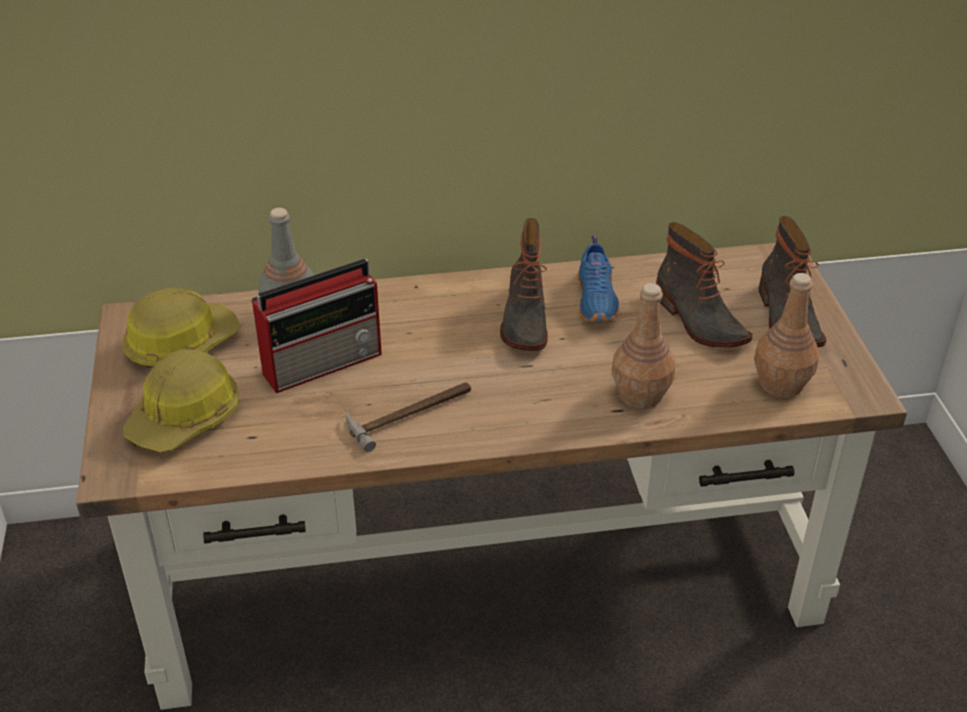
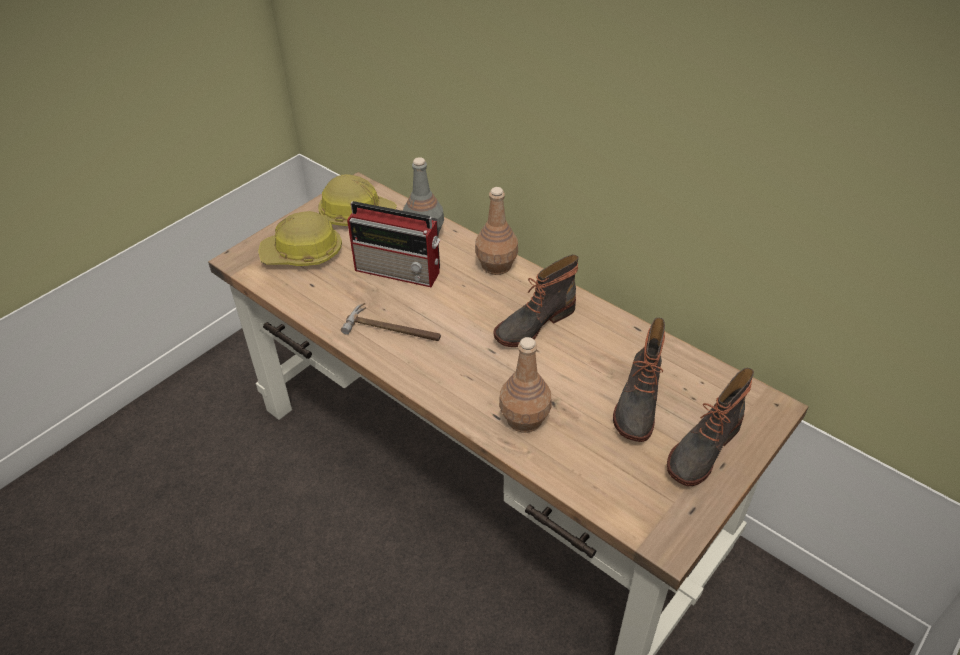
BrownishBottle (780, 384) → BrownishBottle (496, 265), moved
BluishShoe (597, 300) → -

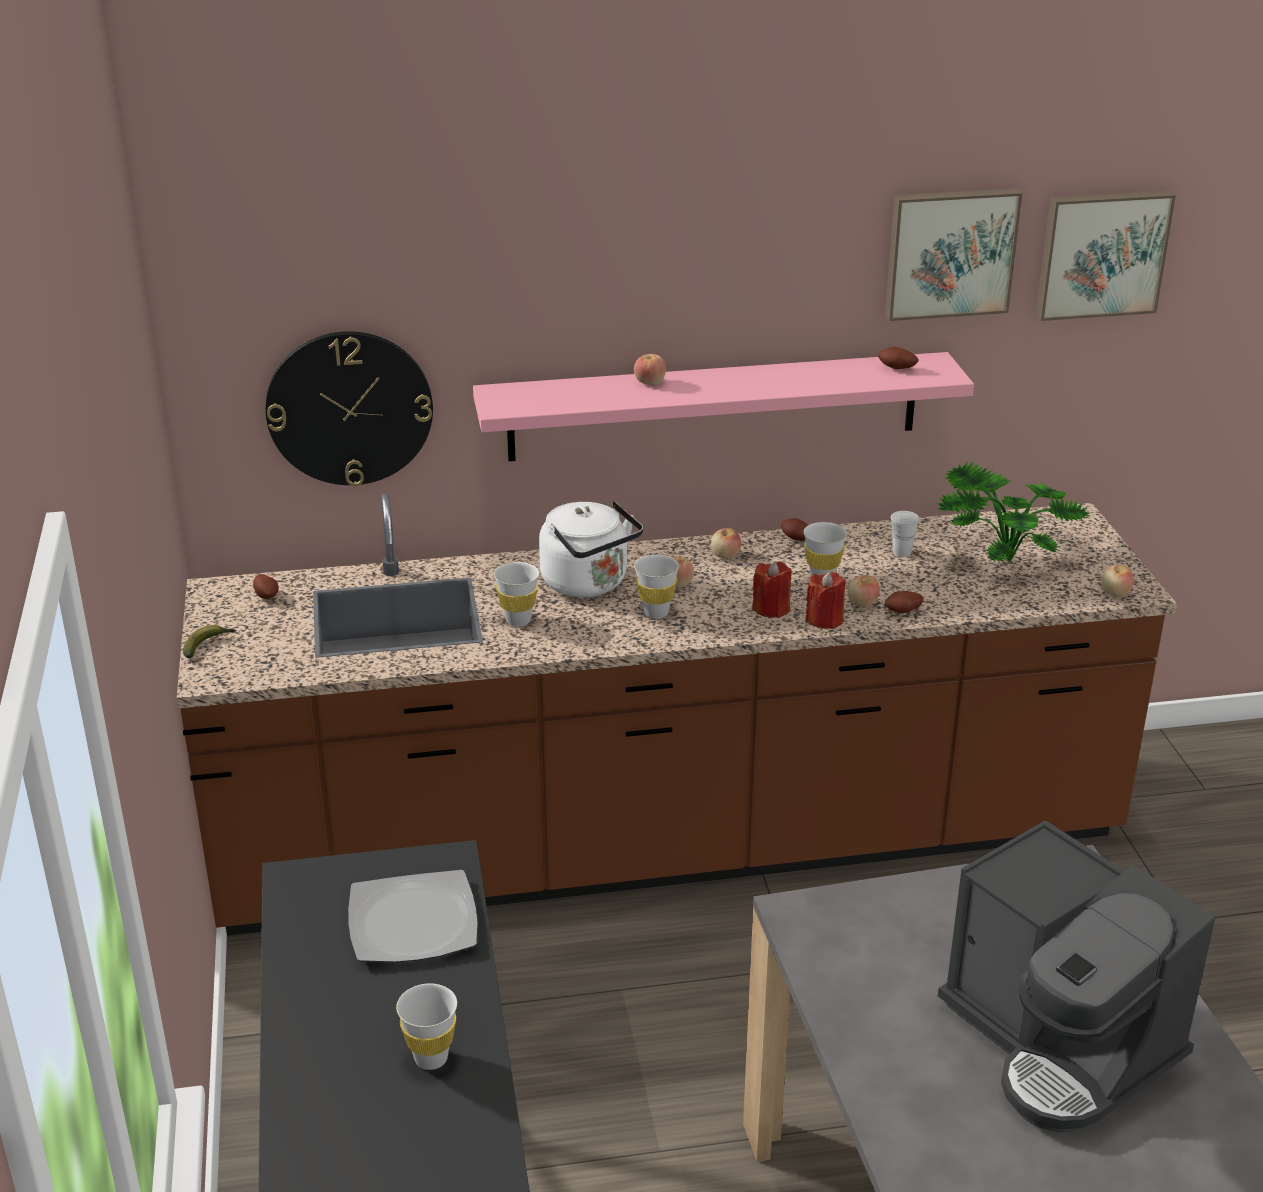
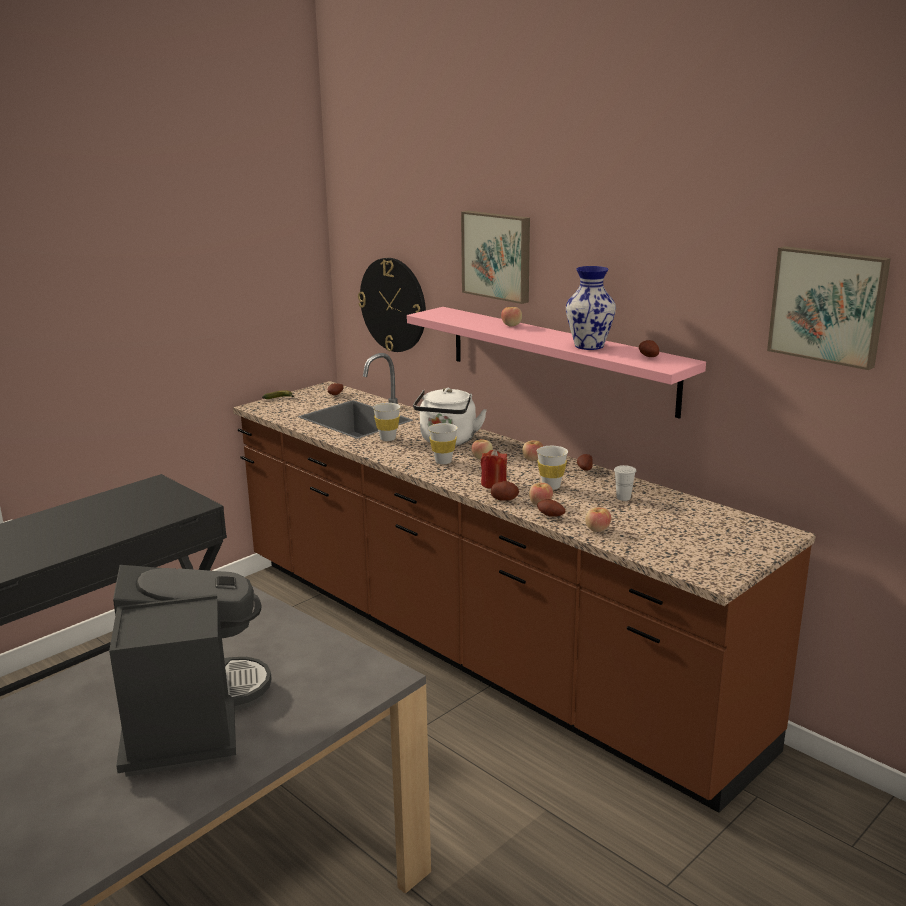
CoffeeMaker (1059, 1043) → CoffeeMaker (189, 718), 150 degrees clockwise
WallArt (949, 252) → WallArt (498, 255), moved
RedWaxLight (824, 619) → Spud (504, 499)
- → DecorativeVase (590, 346)
WholeApple (1115, 593) → WholeApple (597, 529), moved
Plate (414, 923) → -
WhiteColouredCup (431, 1058) → -
PlantInAPot (1001, 557) → -

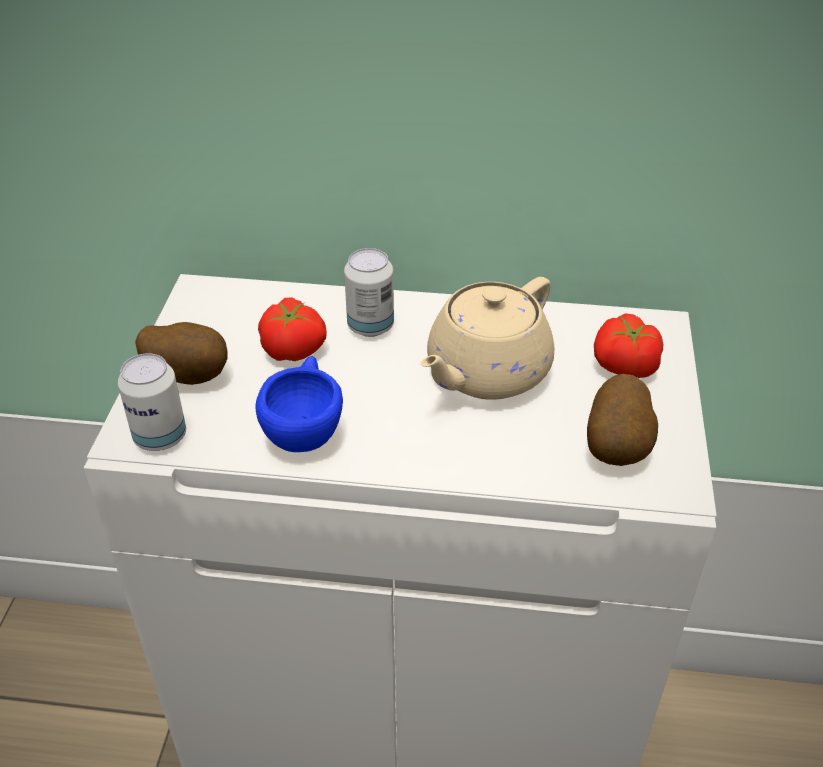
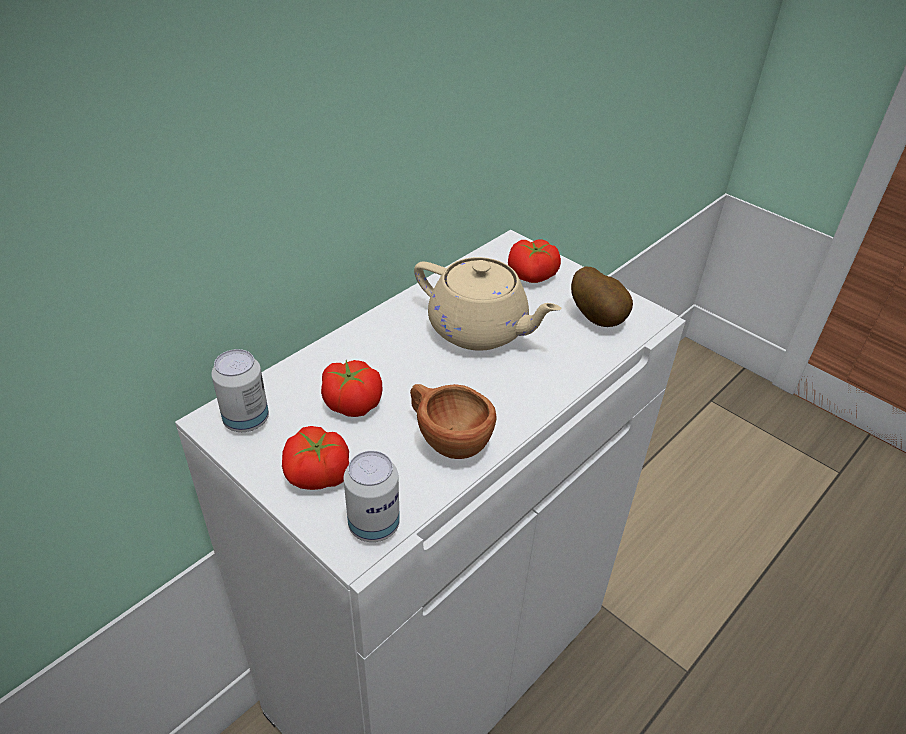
SealedCan (370, 326) → SealedCan (246, 420), moved
Spud (189, 375) → FreshTomato (318, 474)
BluishCup (305, 427) → BrownishCup (446, 438)
BeigeColouredTeaPot (486, 372) → BeigeColouredTeaPot (480, 329), 45 degrees counterclockwise

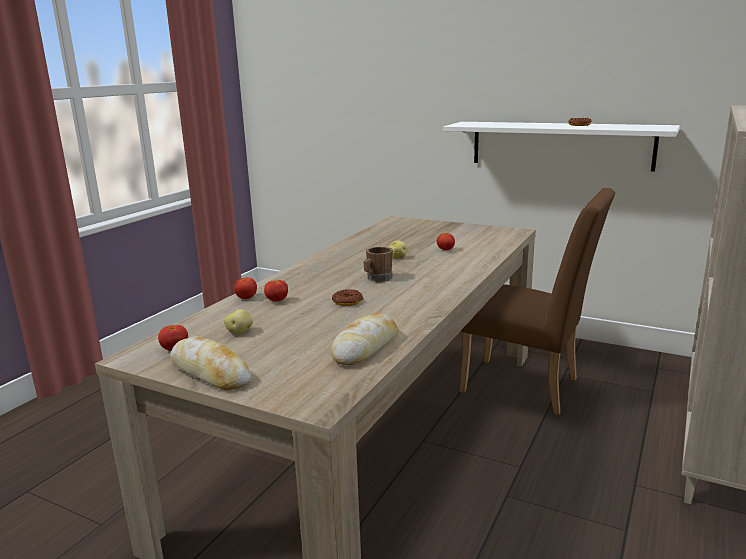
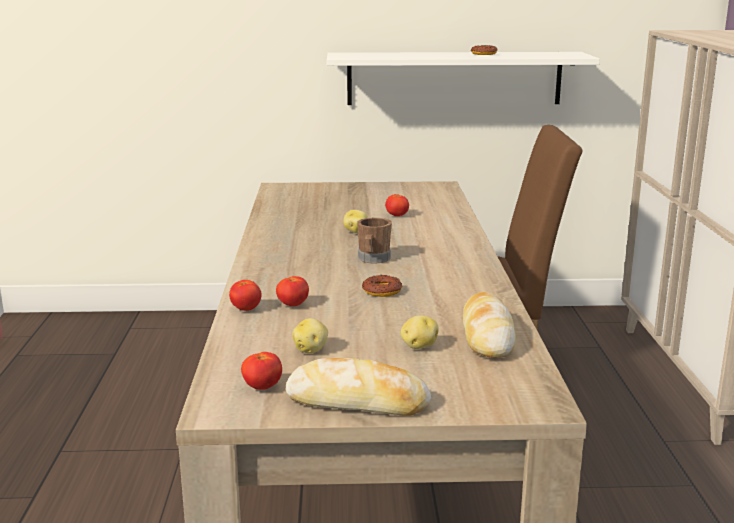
- → Spud (419, 346)

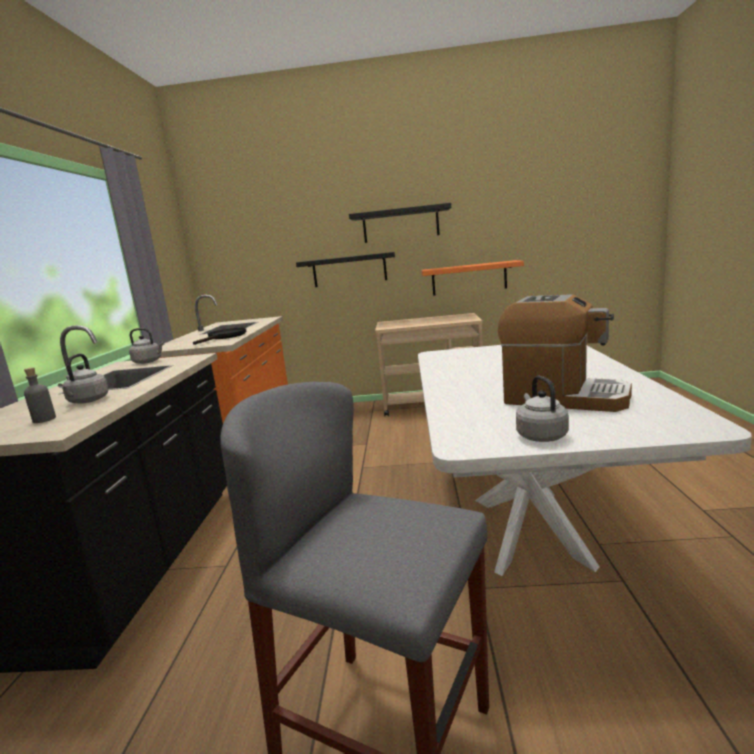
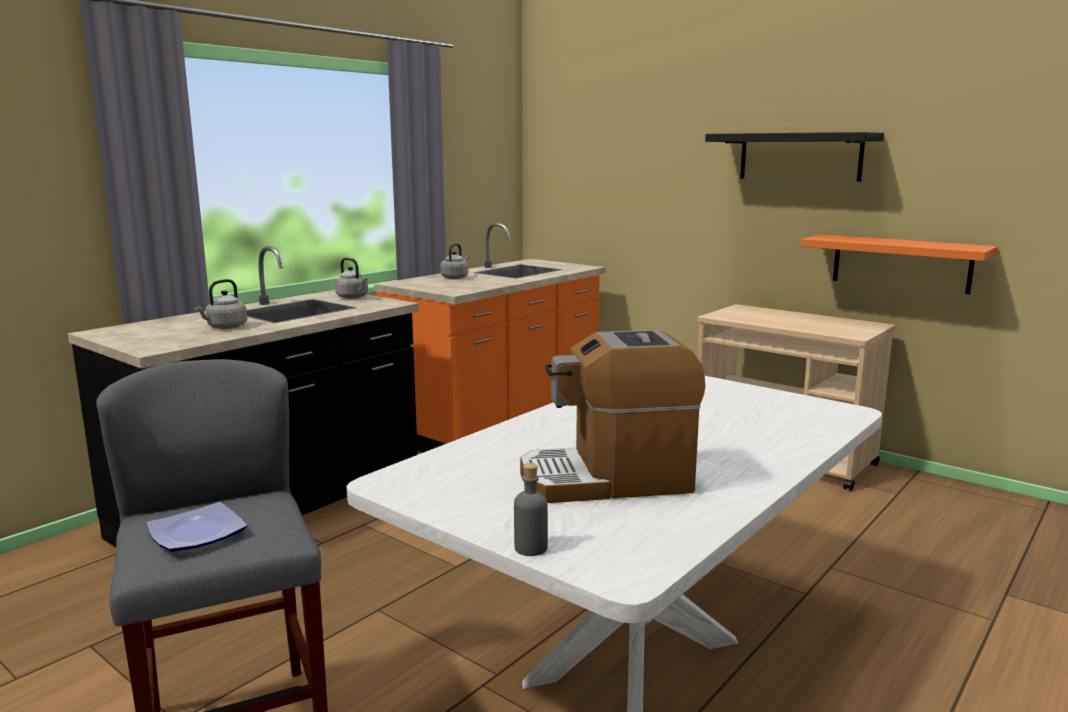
- → Plate (196, 534)
GrayTeaKettle (540, 435) → GrayTeaKettle (455, 277), moved
GrayBottle (44, 419) → GrayBottle (530, 548), moved
CoffeeMaker (563, 397) → CoffeeMaker (608, 479), 105 degrees clockwise
BlackPan (224, 337) → -
BlackBracketShelf (349, 270) → -

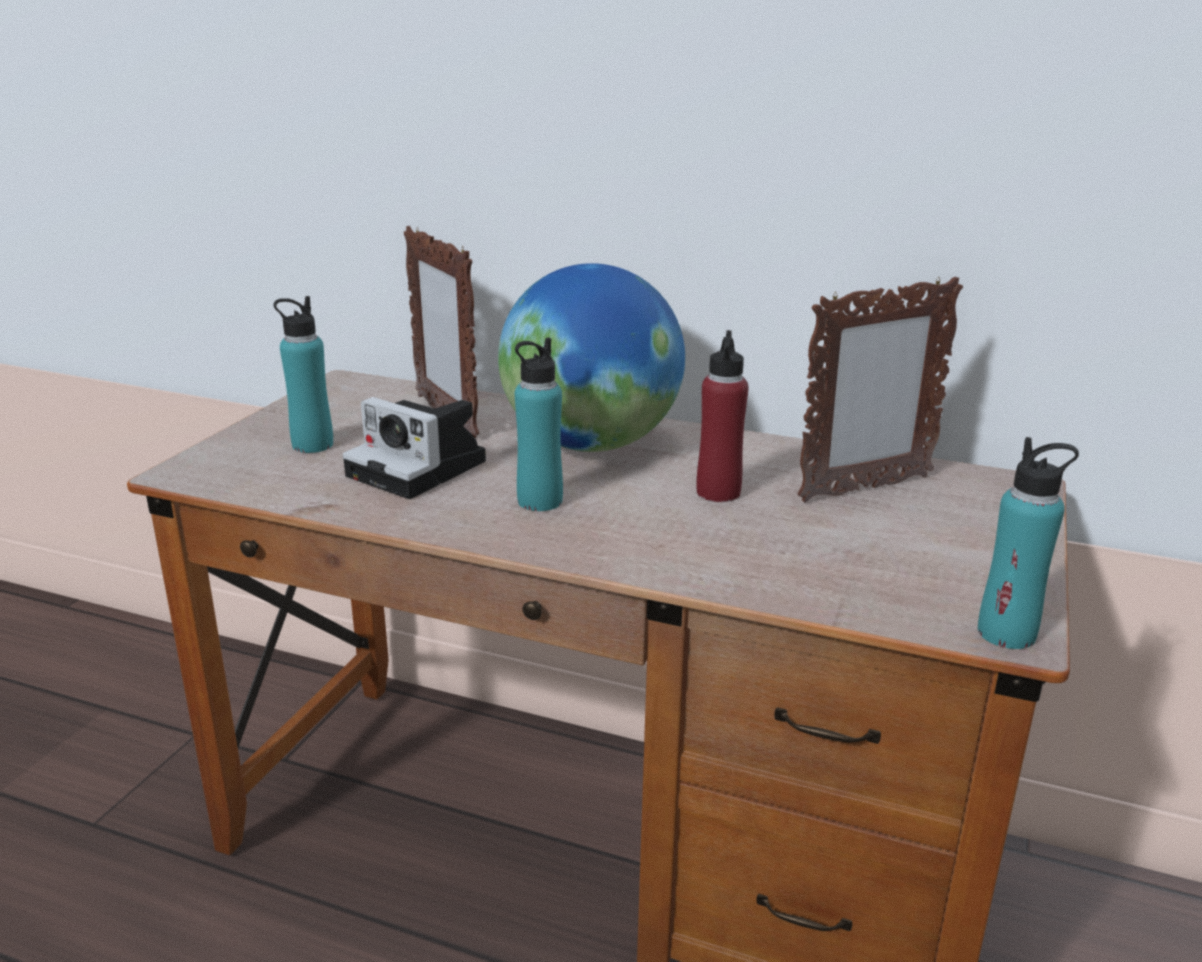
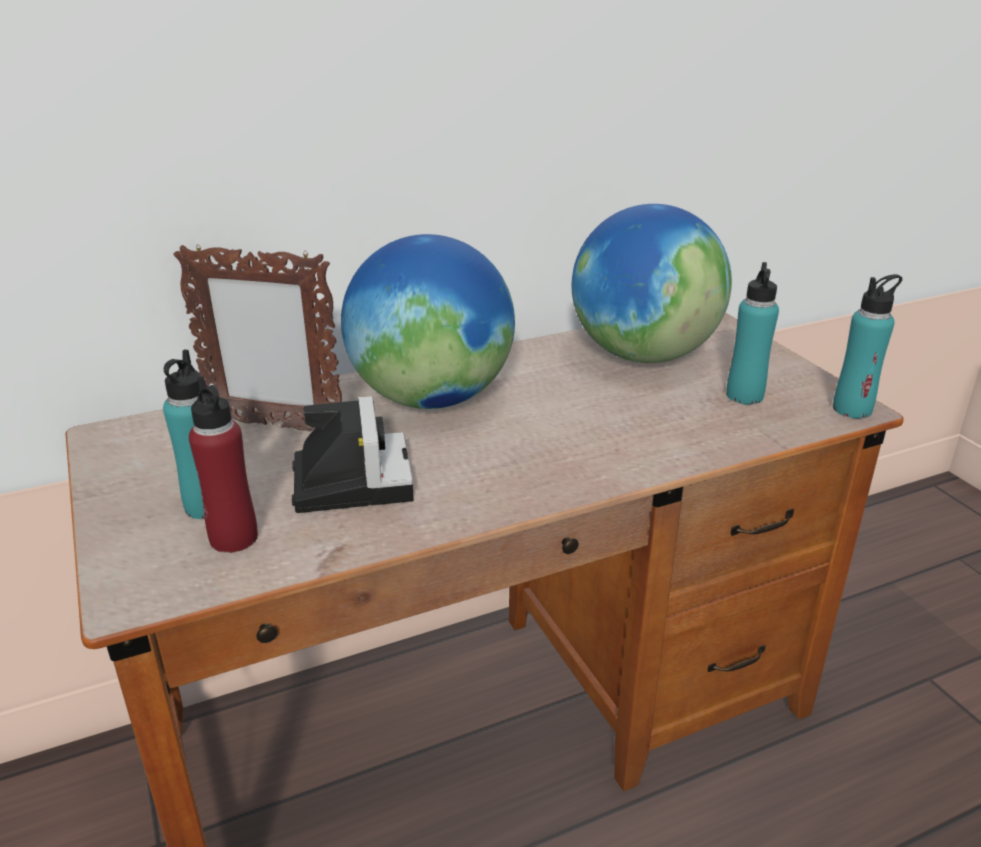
RedBottle (718, 492) → RedBottle (233, 538), moved
PhotoCamera (422, 469) → PhotoCamera (350, 479), 90 degrees counterclockwise
PhotoFrame (864, 489) → WorldGlobe (643, 355)
BlueGreenBottle (539, 501) → BlueGreenBottle (744, 395), moved

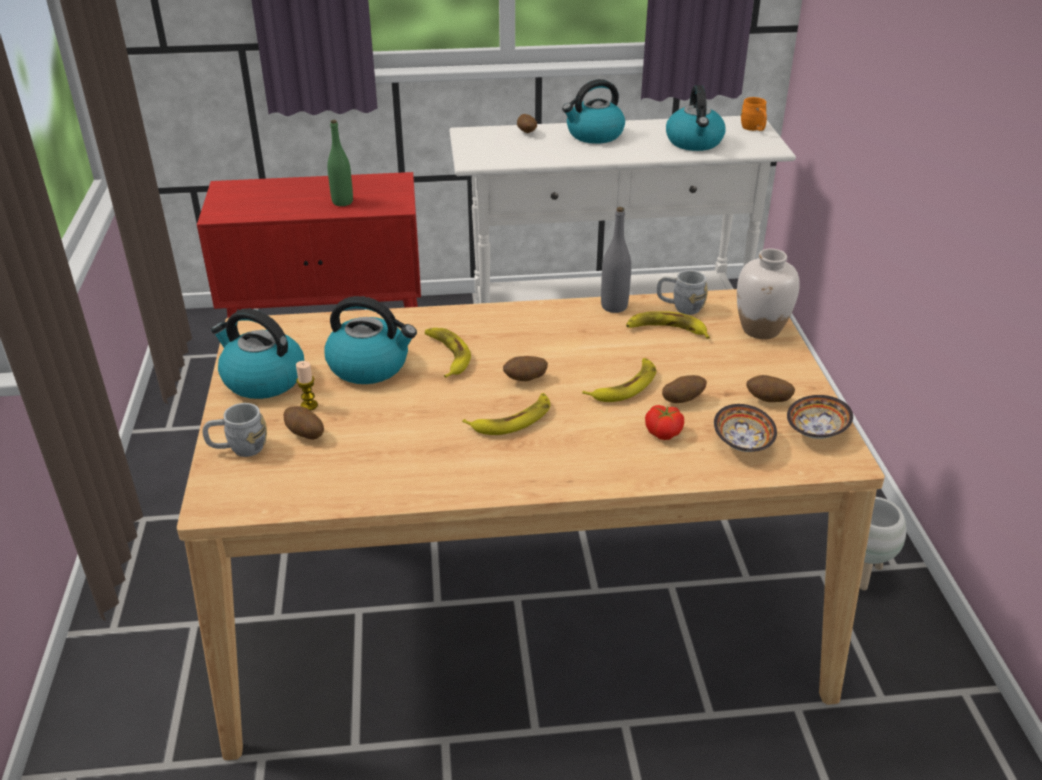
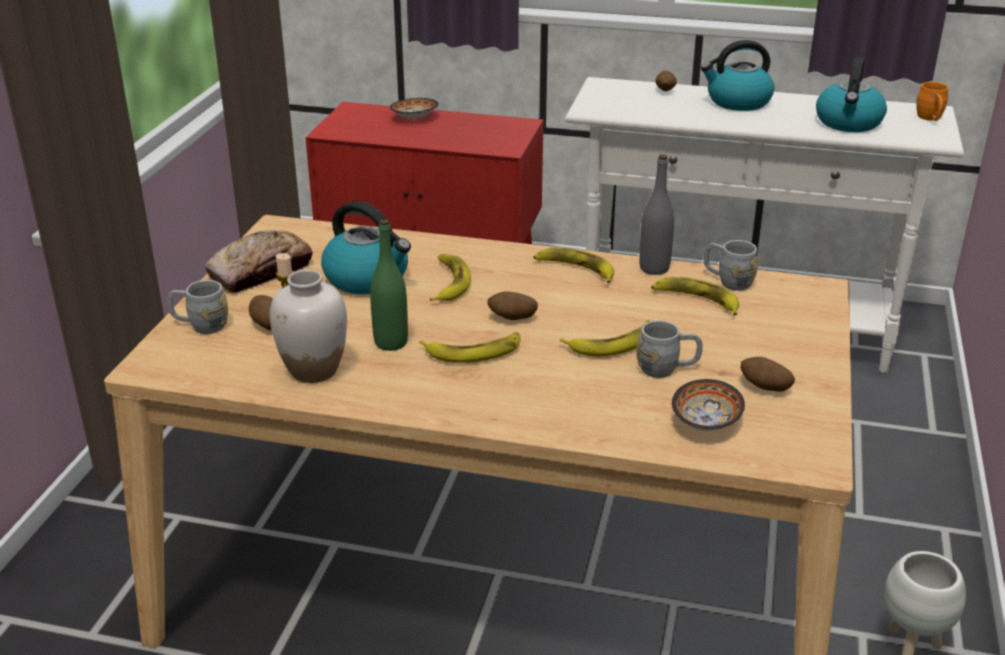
TeaKettle (262, 379) → BakedBread (260, 272)
WhiteColouredDecorativeVase (761, 329) → WhiteColouredDecorativeVase (314, 371), moved
GreenishBottle (342, 202) → GreenishBottle (391, 342), moved
DeepDish (818, 431) → DeepDish (416, 118), moved
- → BananaFruit (575, 269)
Spud (682, 400) → GrayTeaMug (667, 369)
FreshTomato (664, 432) → -

